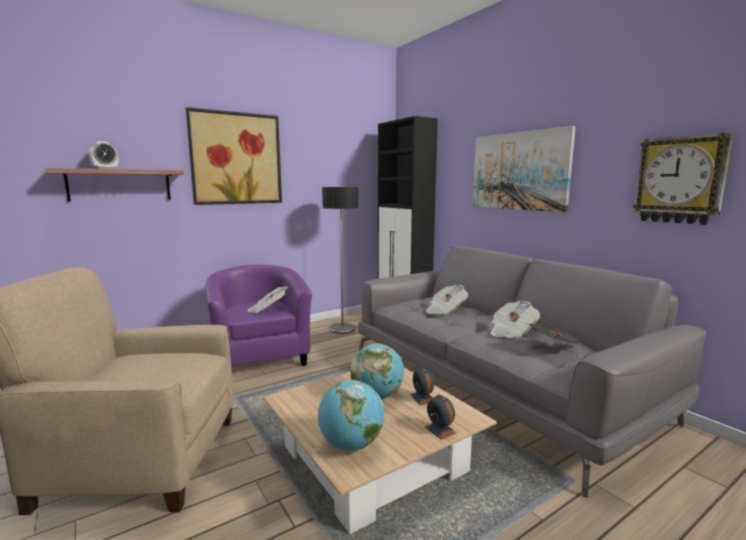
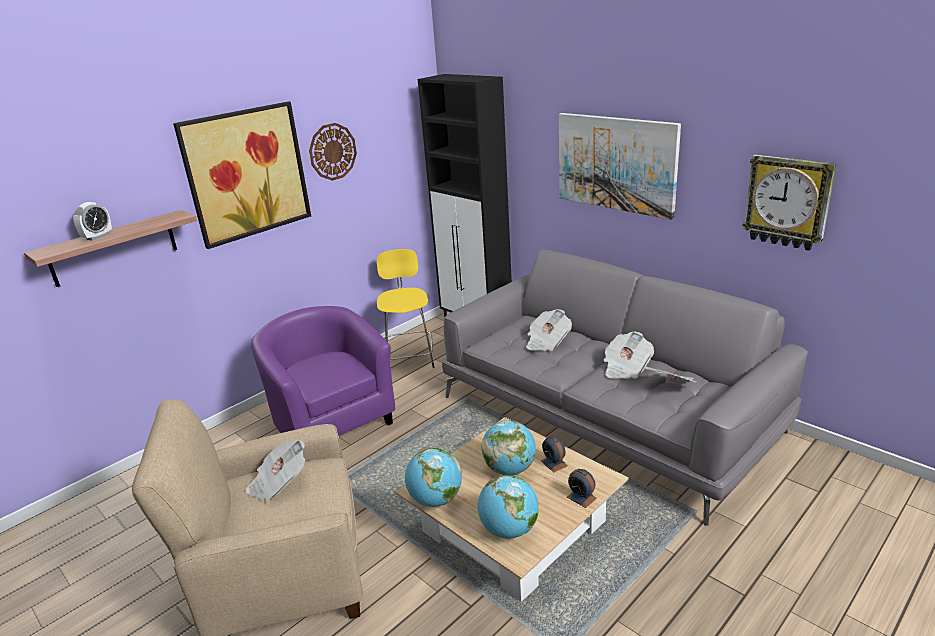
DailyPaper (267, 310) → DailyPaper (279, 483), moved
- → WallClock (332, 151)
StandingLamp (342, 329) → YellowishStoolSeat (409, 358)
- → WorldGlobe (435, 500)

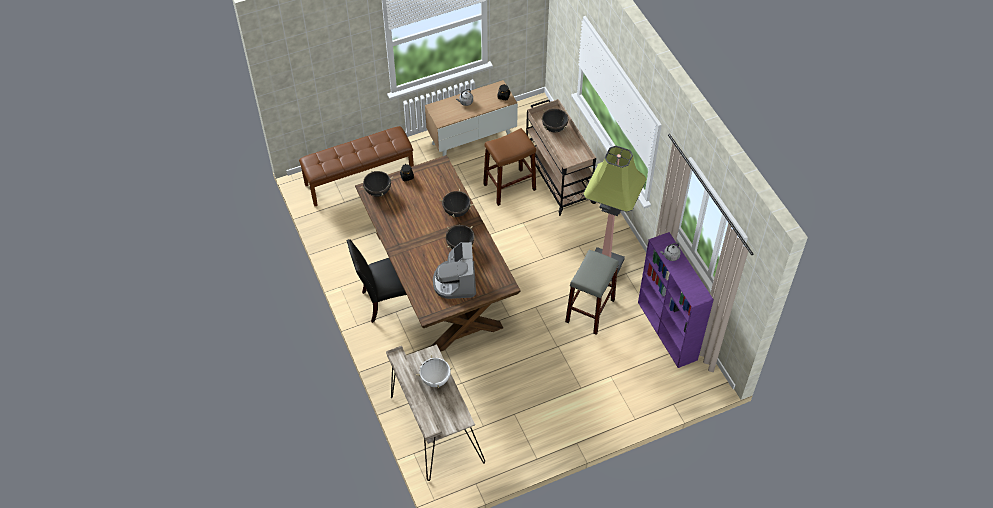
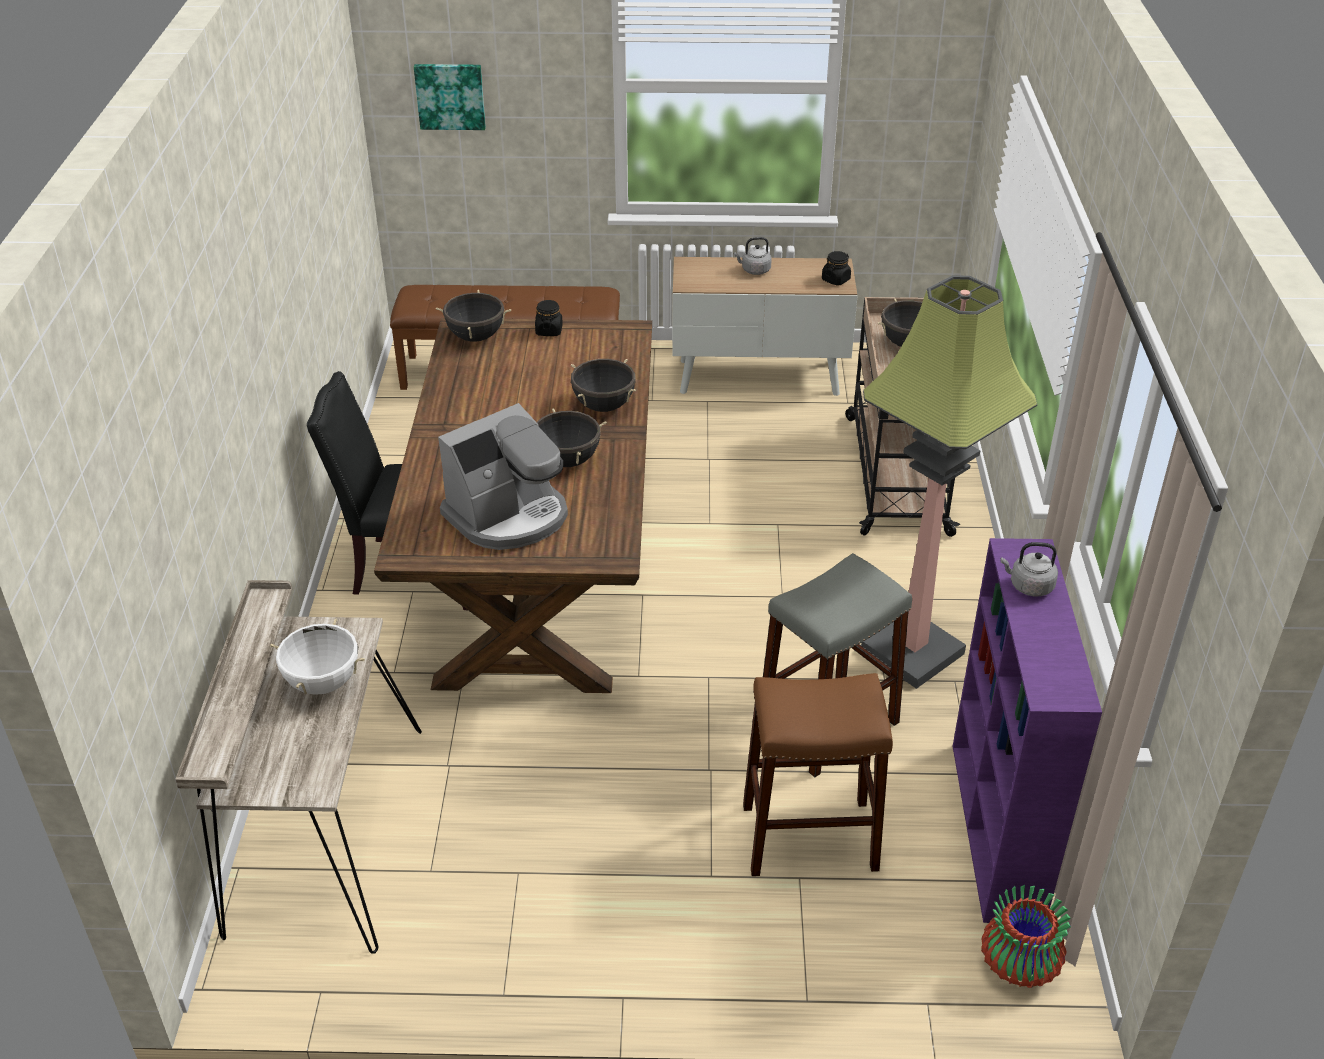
- → WallArt (450, 96)
CoffeeMaker (455, 281) → CoffeeMaker (509, 516), 150 degrees counterclockwise
BrownishStoolSeat (509, 187) → BrownishStoolSeat (809, 837), moved
- → DecorativeVase (1019, 965)

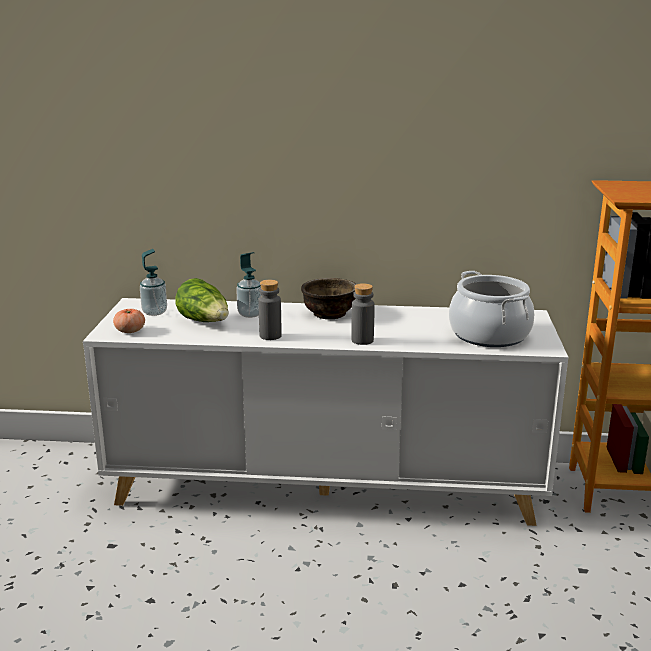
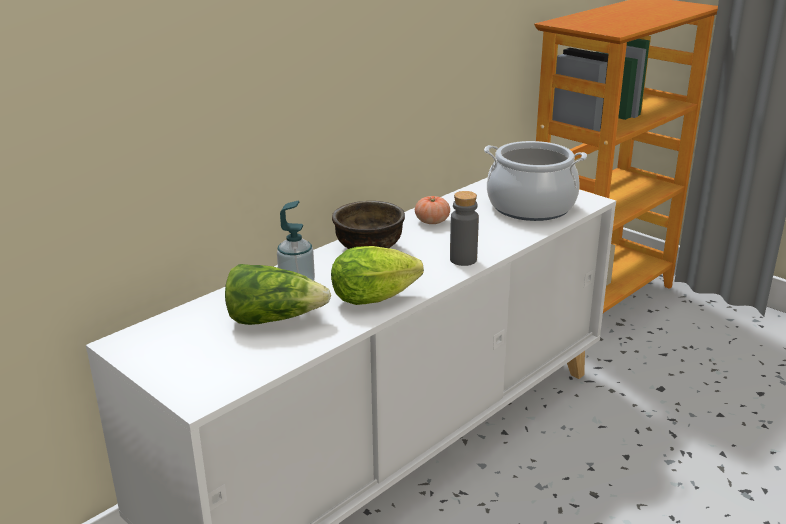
GrayBottle (270, 336) → Lettuce (378, 298)
FreshTomato (130, 331) → FreshTomato (432, 221), moved
SoapBottle (154, 312) → -

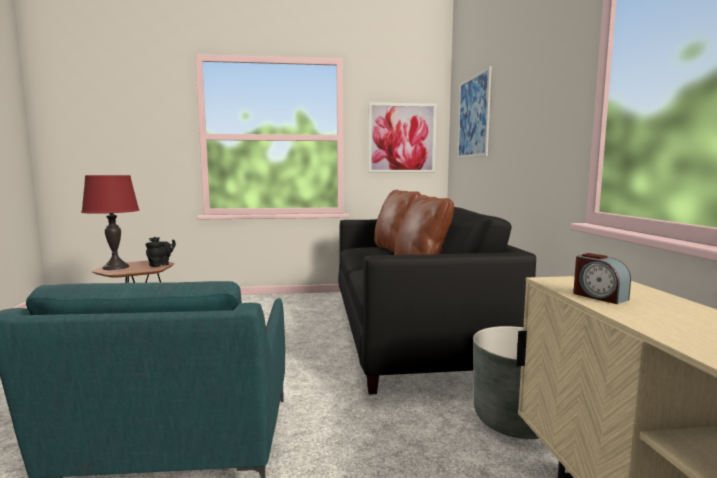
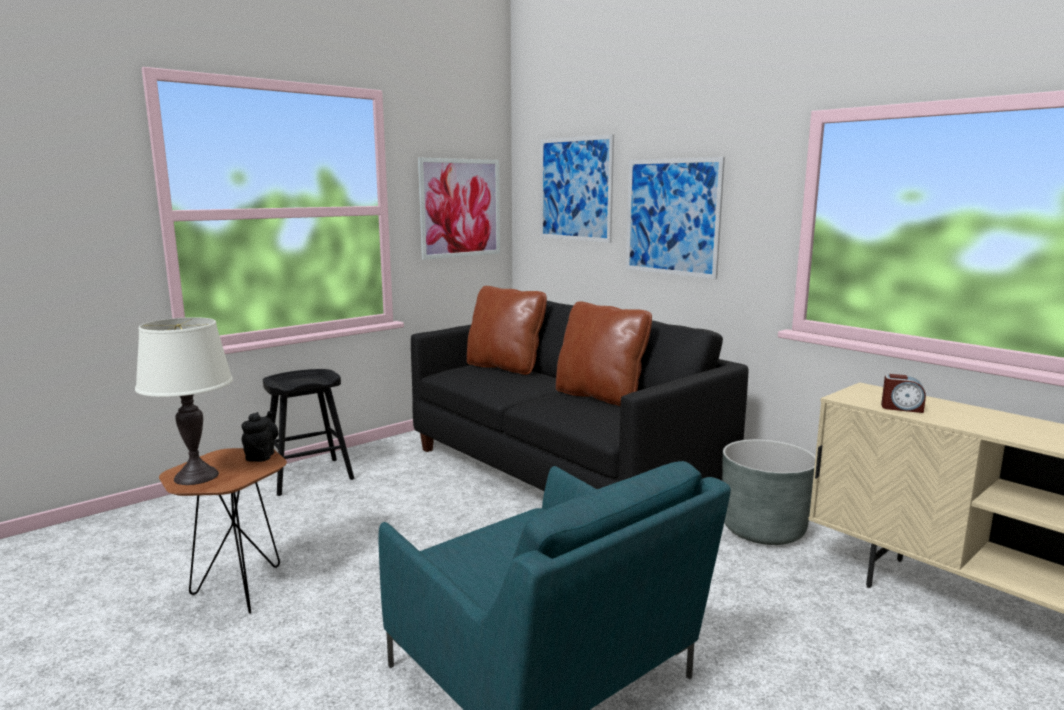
RedTabletopLamp (116, 267) → WhiteColouredTabletopLamp (196, 476)
- → BlackStoolSeat (308, 477)
- → WallArt (672, 217)

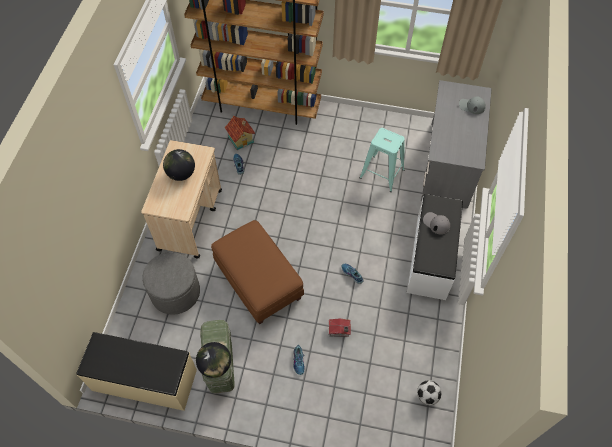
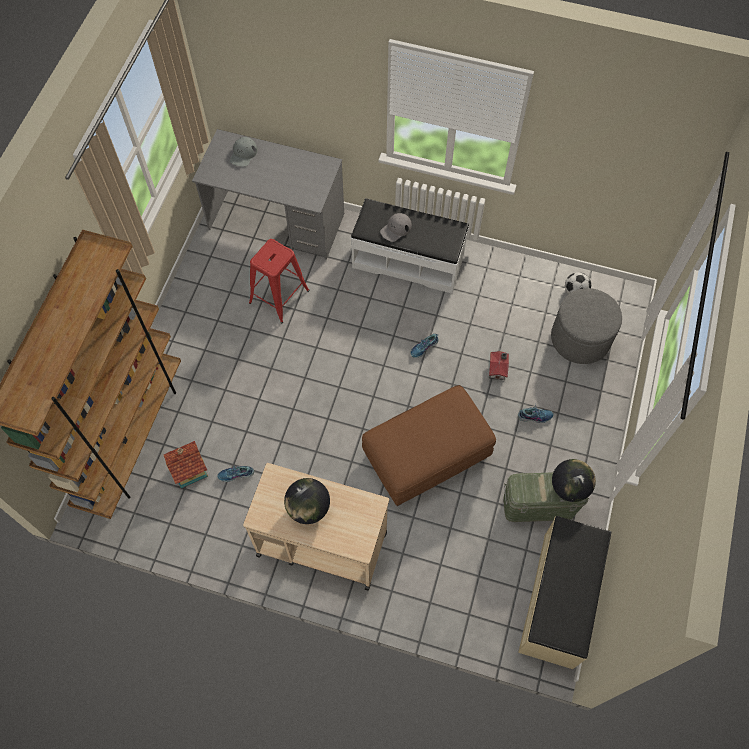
BlueGreenStoolSeat (382, 174) → RedStoolSeat (279, 296)
GrayPouffe (175, 292) → GrayPouffe (580, 338), moved

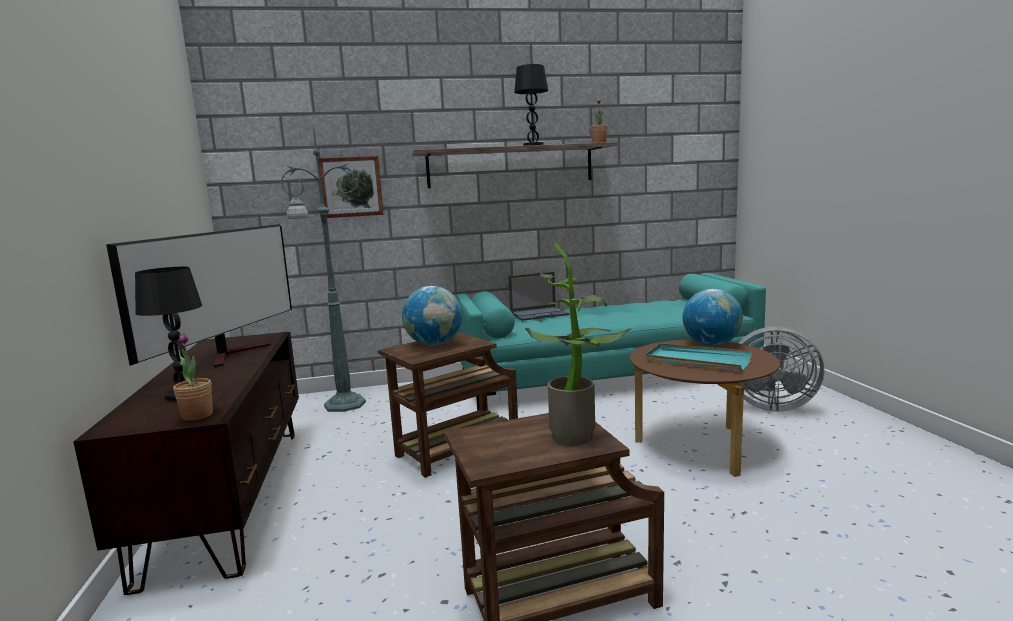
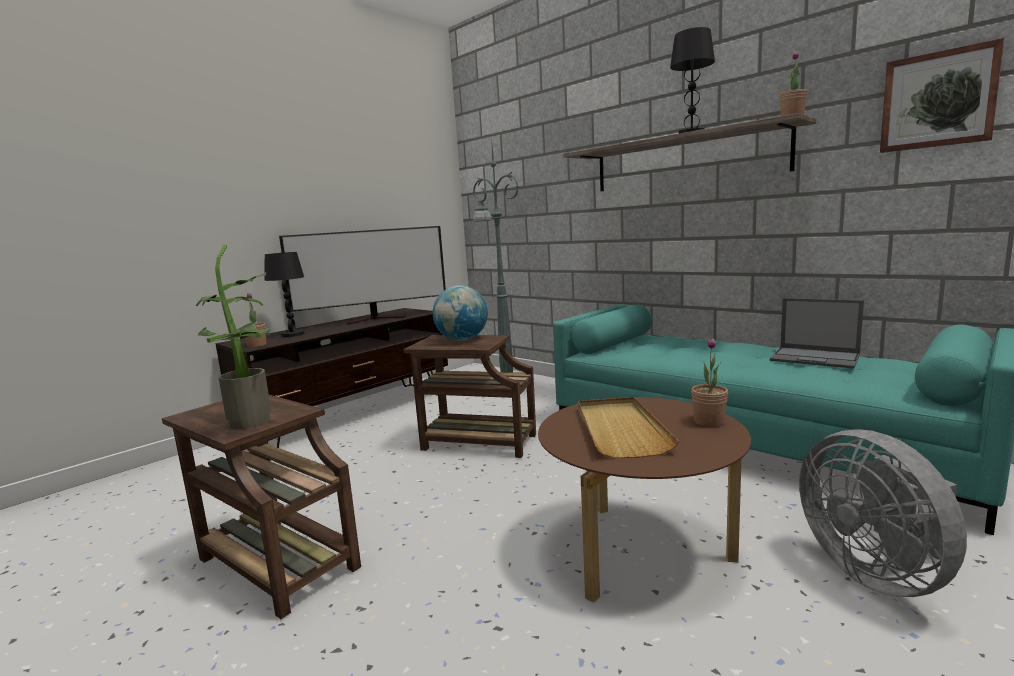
BlueGreenServingTray (697, 361) → BeigeColouredServingTray (620, 429)
WorldGlobe (711, 344) → PlantInAPot (708, 422)
NotebookComputer (539, 314) → NotebookComputer (816, 358), moved
WallArt (351, 187) → WallArt (938, 100), moved

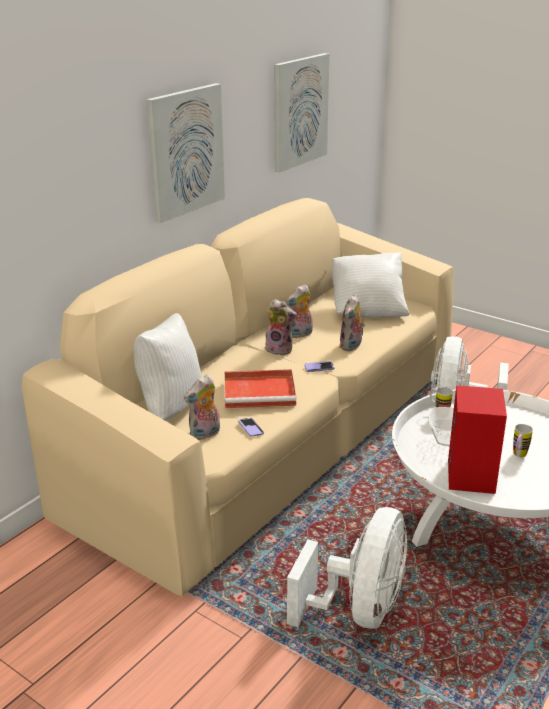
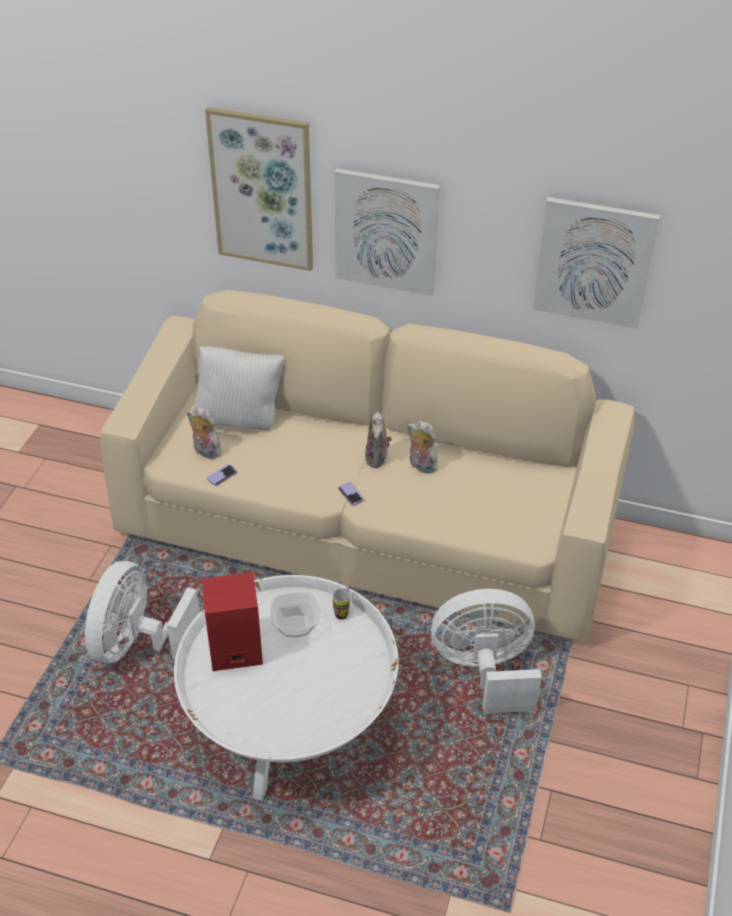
WhiteColouredElectricFan (359, 610) → WhiteColouredElectricFan (137, 644), 105 degrees clockwise
- → WallArt (262, 190)
RedServingTray (261, 392) → -
WhiteColouredPillow (368, 309) → -
PlushToy (351, 346) → -
TeaMug (518, 455) → -

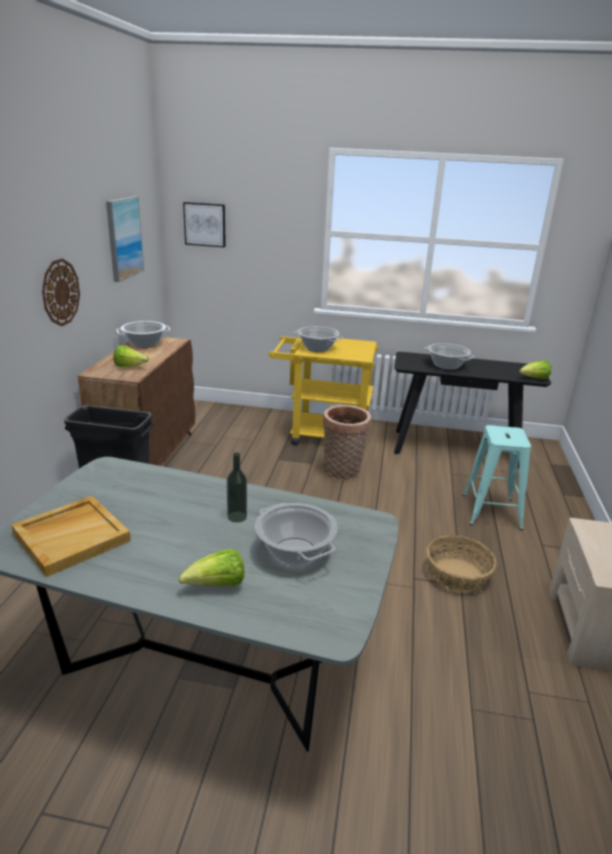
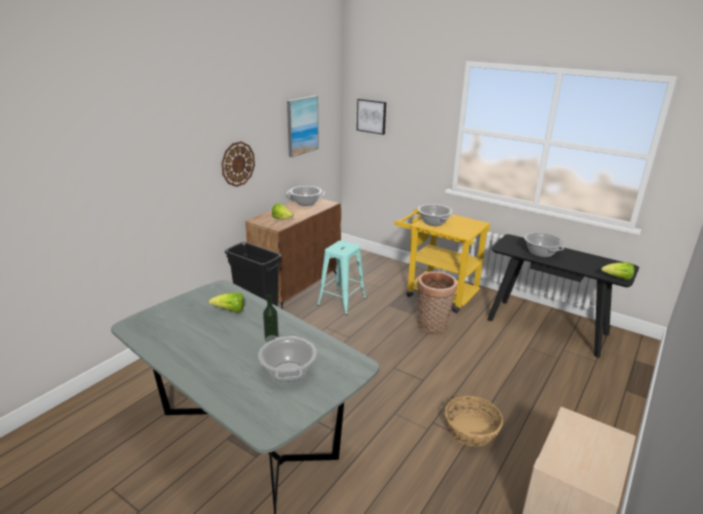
Lettuce (217, 585) → Lettuce (230, 311), moved
BlueGreenStoolSeat (491, 512) → BlueGreenStoolSeat (341, 301), moved
BeigeColouredServingTray (72, 537) → -

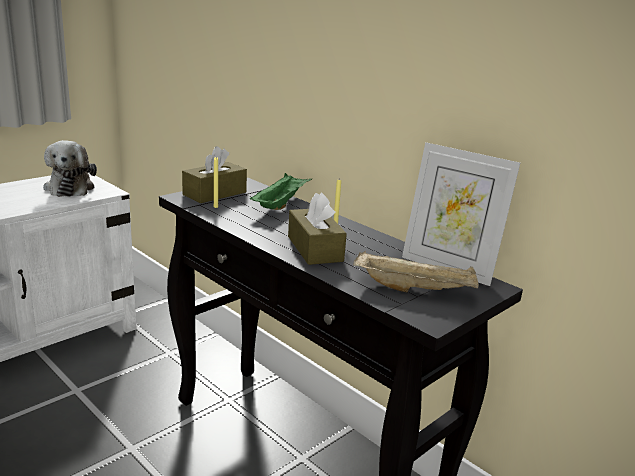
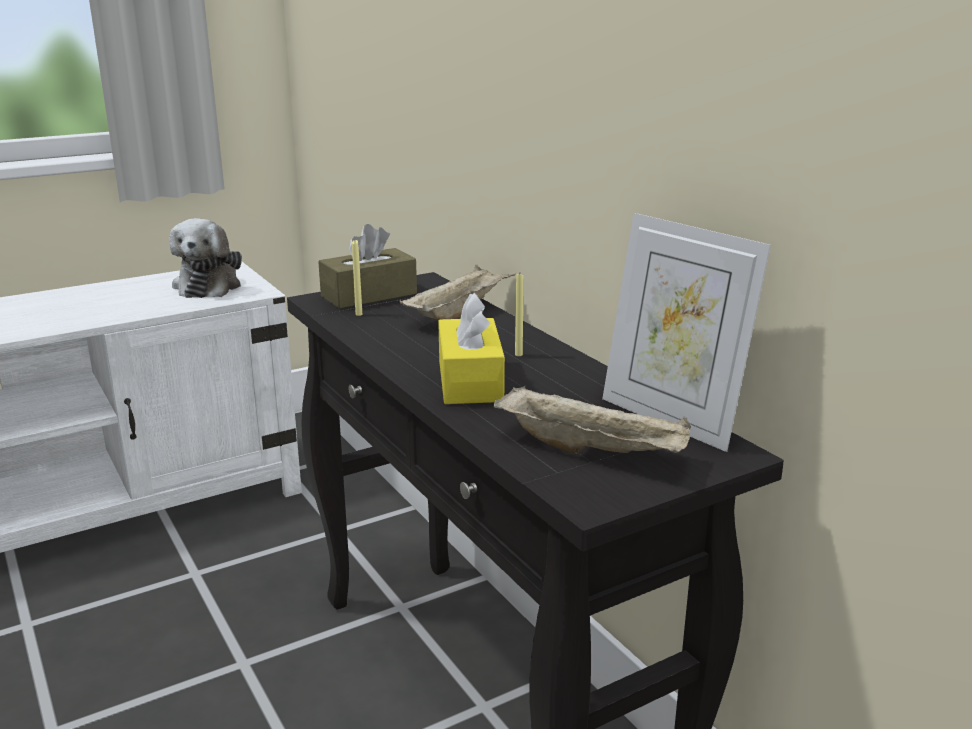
GreenishServingTray (281, 204) → BeigeColouredServingTray (459, 312)
BrownishTissueBox (315, 249) → YellowishTissueBox (470, 381)

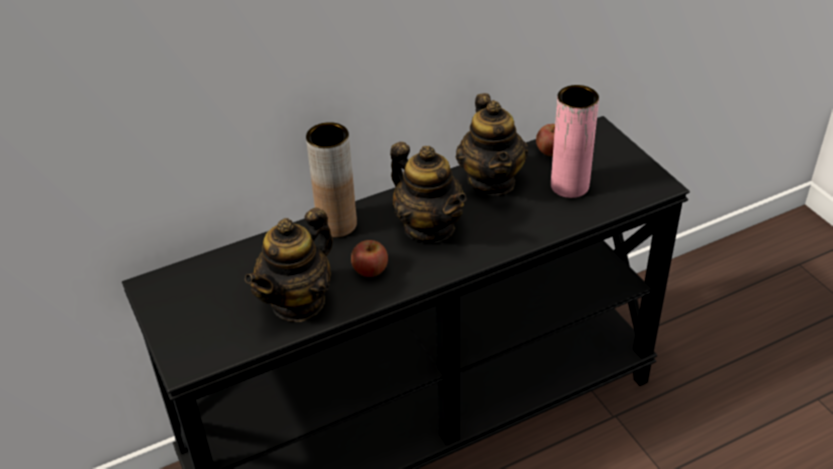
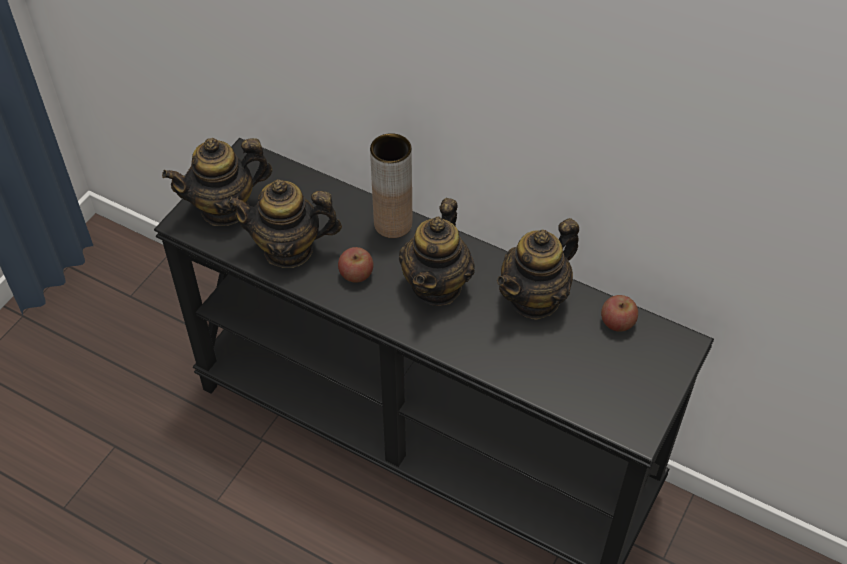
- → TeaPot (225, 208)
PinkColouredDecorativeVase (569, 186) → -

